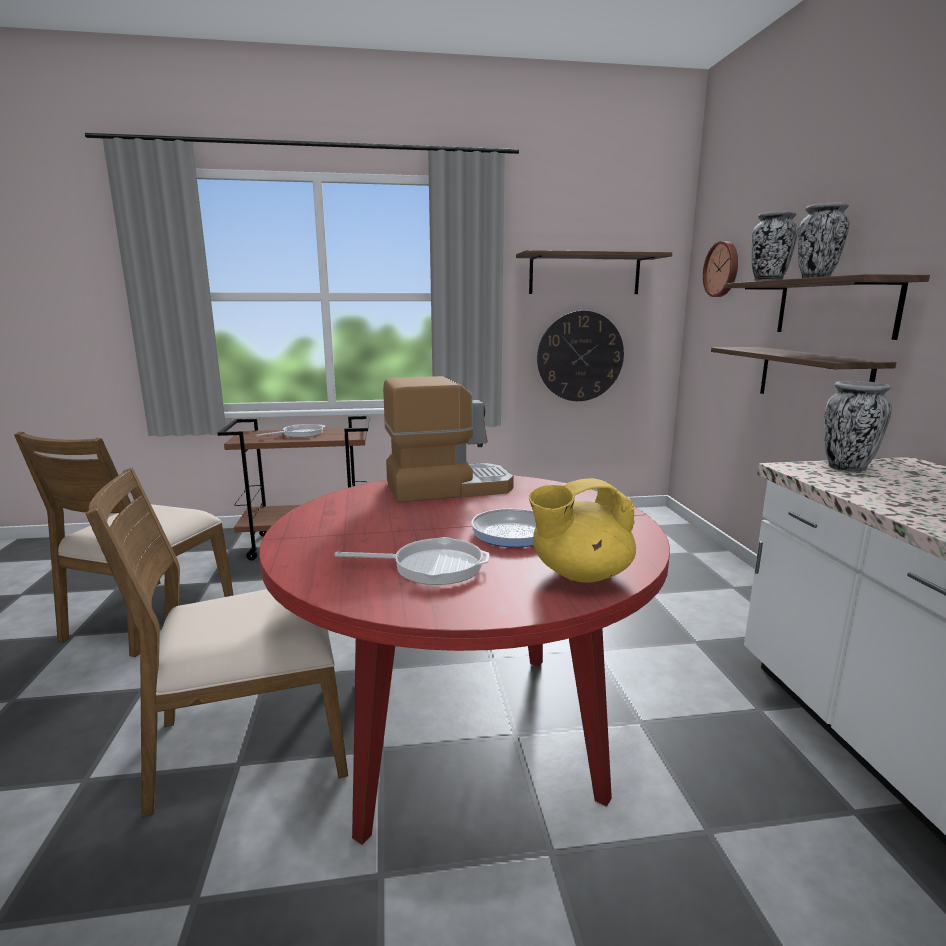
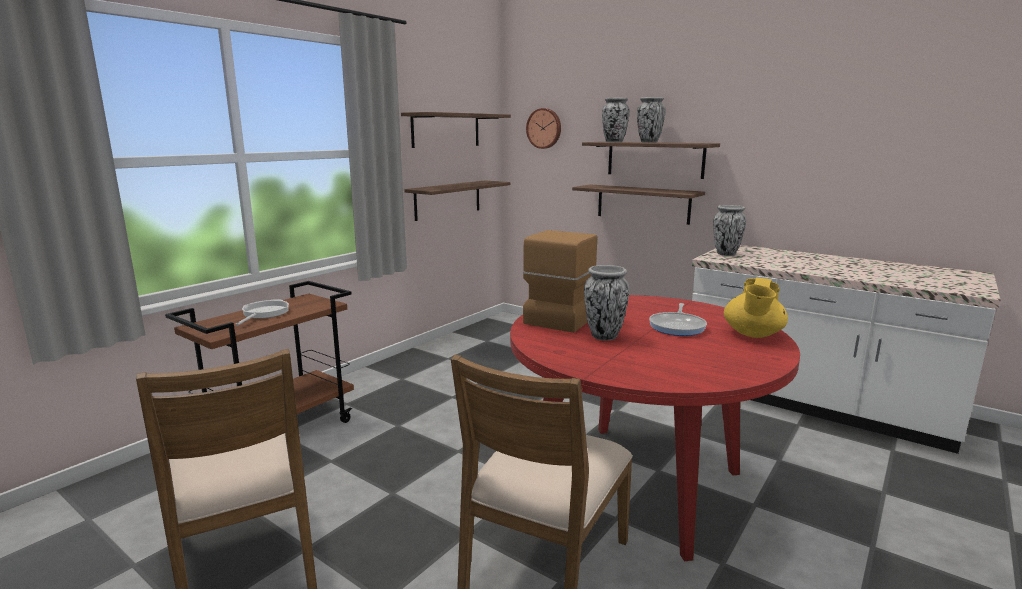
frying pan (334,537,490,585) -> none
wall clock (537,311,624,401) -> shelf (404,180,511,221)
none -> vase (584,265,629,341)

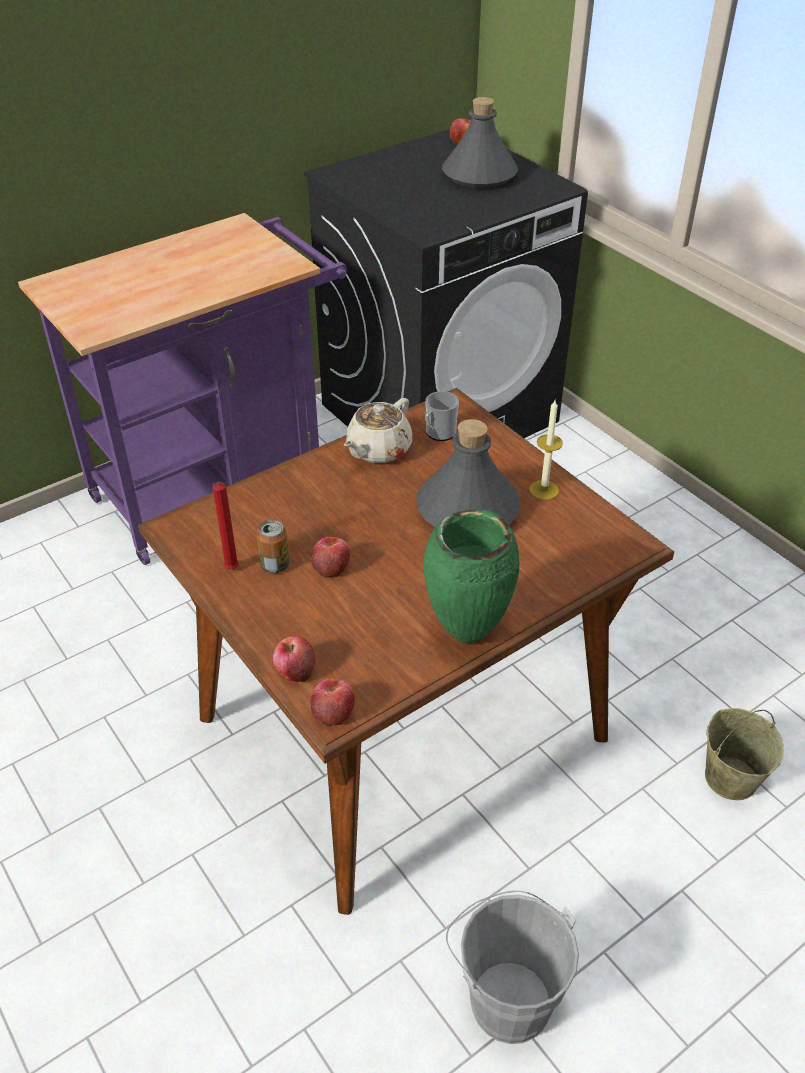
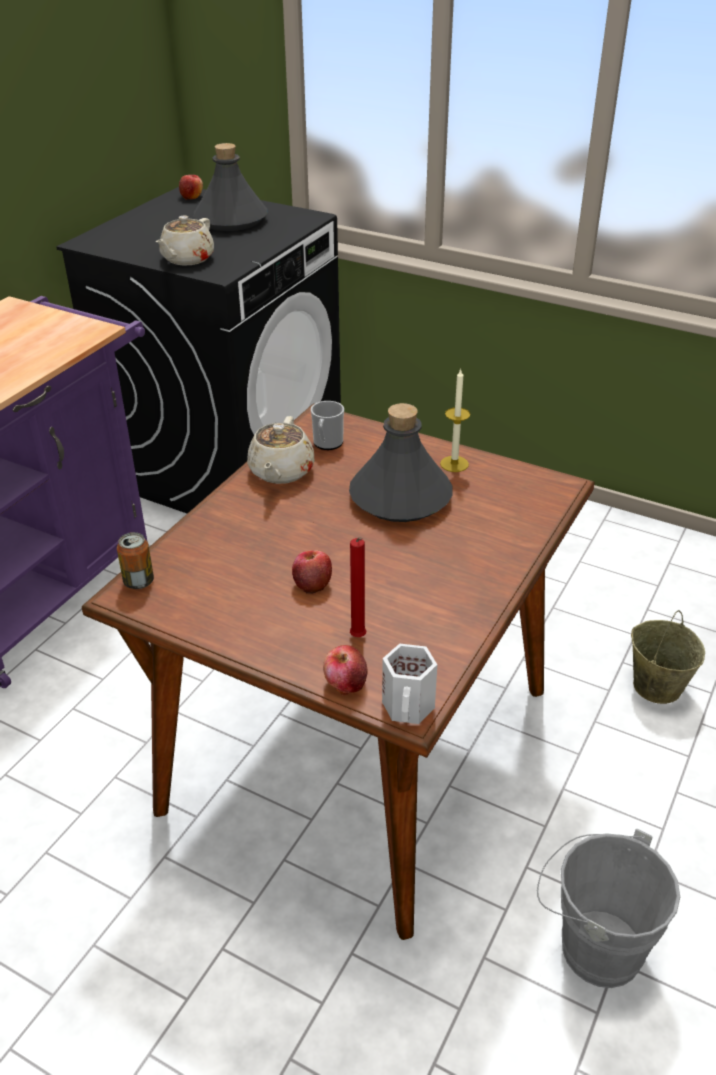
red candle (213,482,239,569) -> red candle (350,537,366,637), moved
can (257,520,289,573) -> can (117,532,154,589), moved
apple (310,679,355,726) -> white mug (382,643,437,724)
green vase (423,509,519,643) -> none
none -> beige teapot (156,216,214,266)

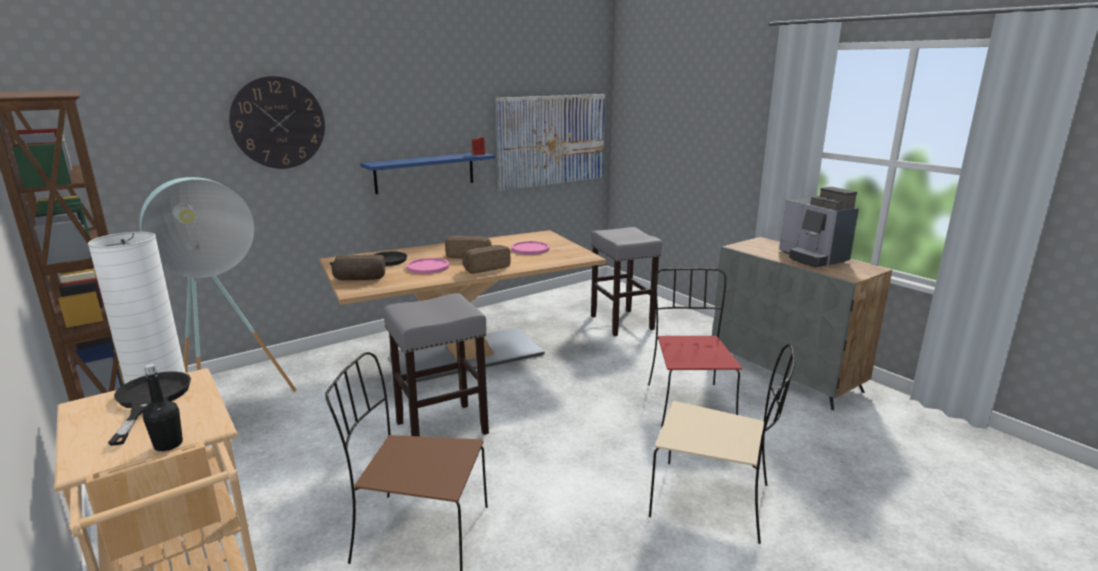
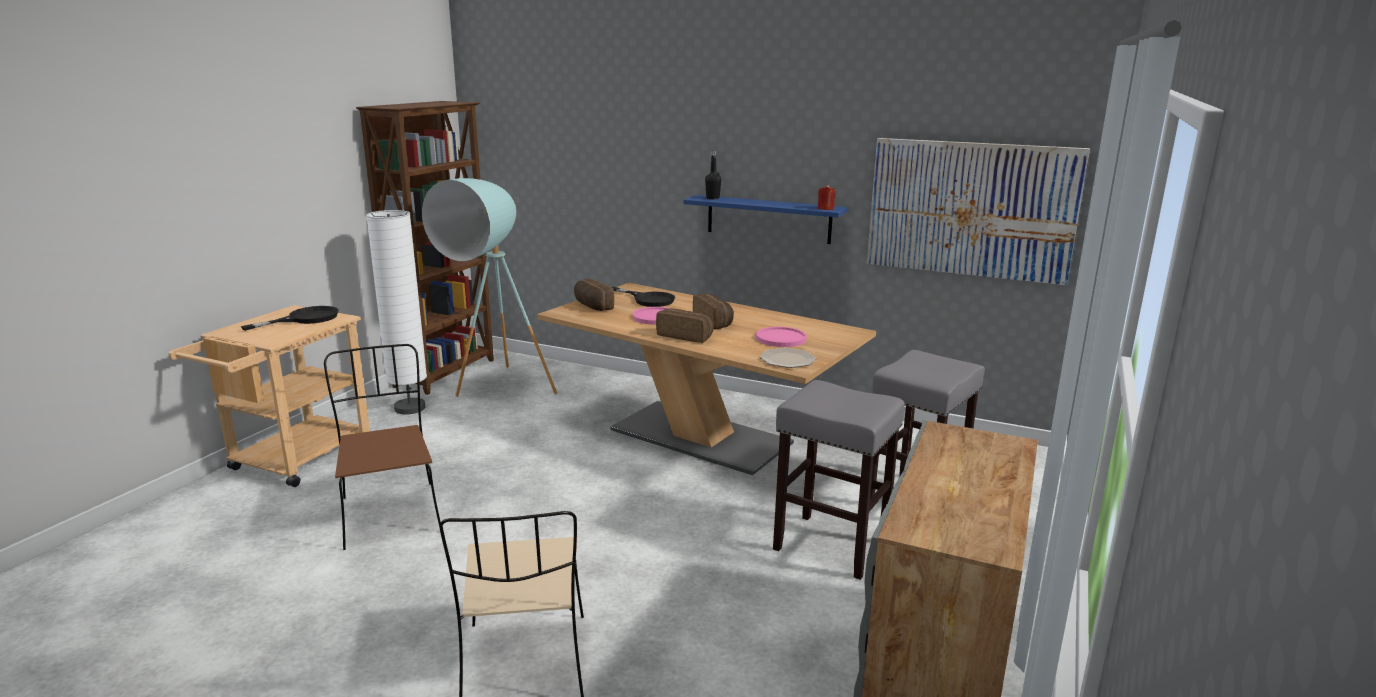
black bottle (143,363,183,451) -> black bottle (705,151,721,200), moved
wall clock (229,76,325,169) -> none
grey stool (383,293,489,436) -> grey stool (773,380,905,580), moved
red chair (648,268,742,428) -> none
coffee machine (779,187,859,268) -> none
none -> plate (759,348,816,368)

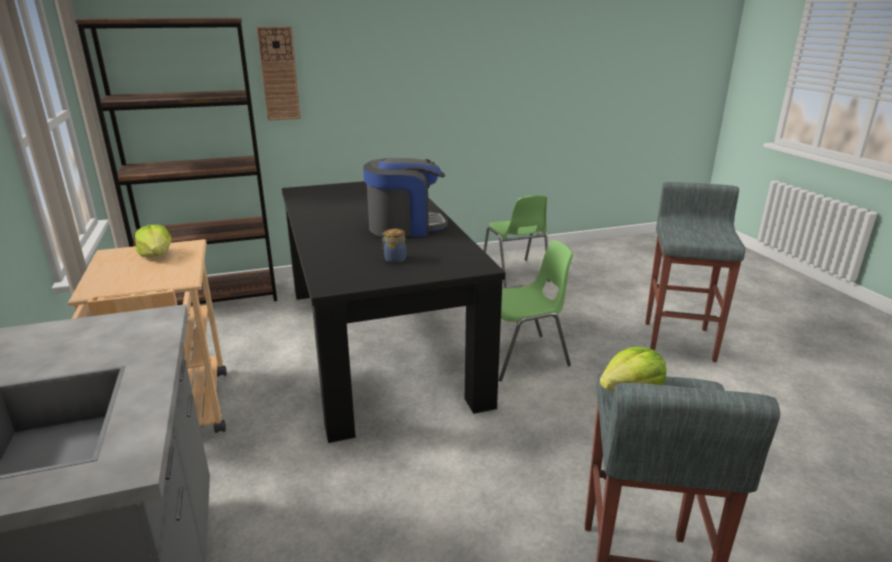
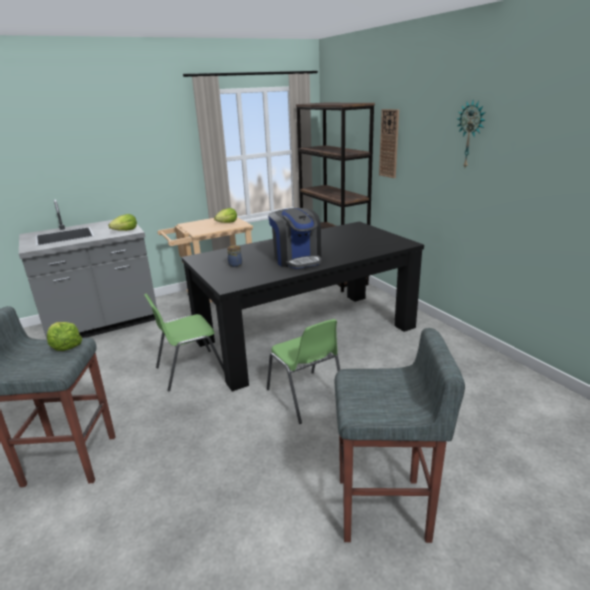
green chair (483,195,550,288) -> green chair (144,294,224,392), moved
none -> lettuce (108,214,137,231)
none -> wall clock (457,101,486,168)

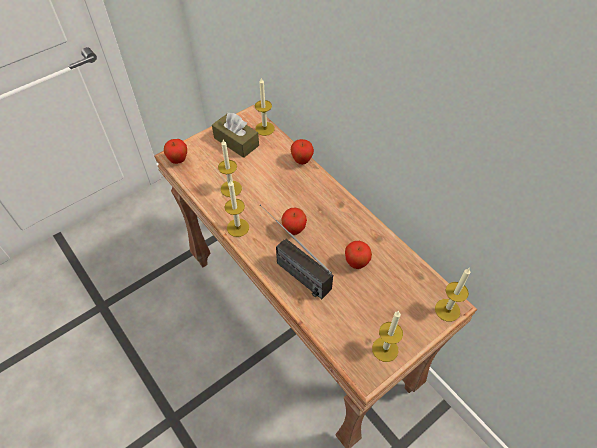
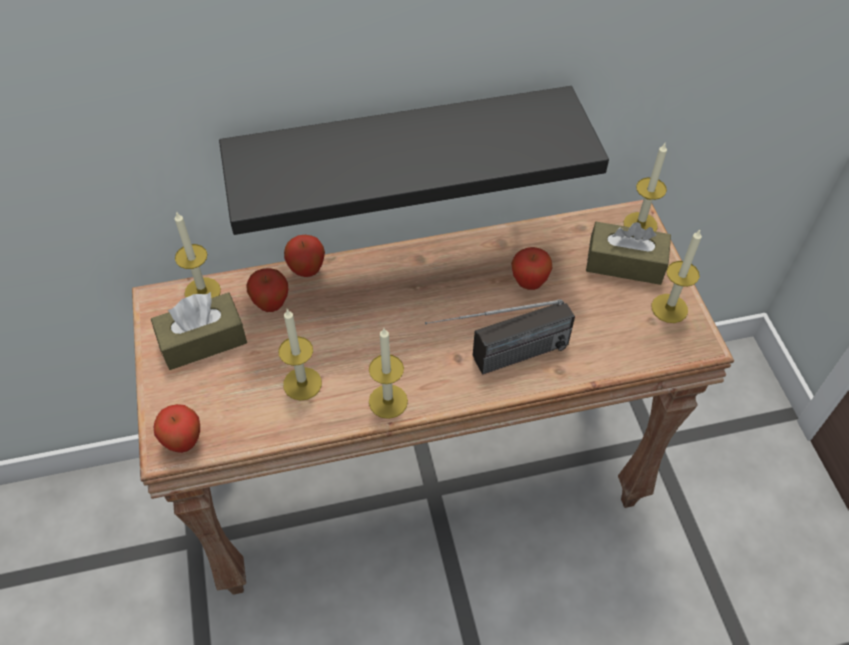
apple (281,208,307,235) -> apple (246,268,288,312), moved
none -> black shelf (219,86,609,235)
none -> brown tissue box (586,222,671,285)

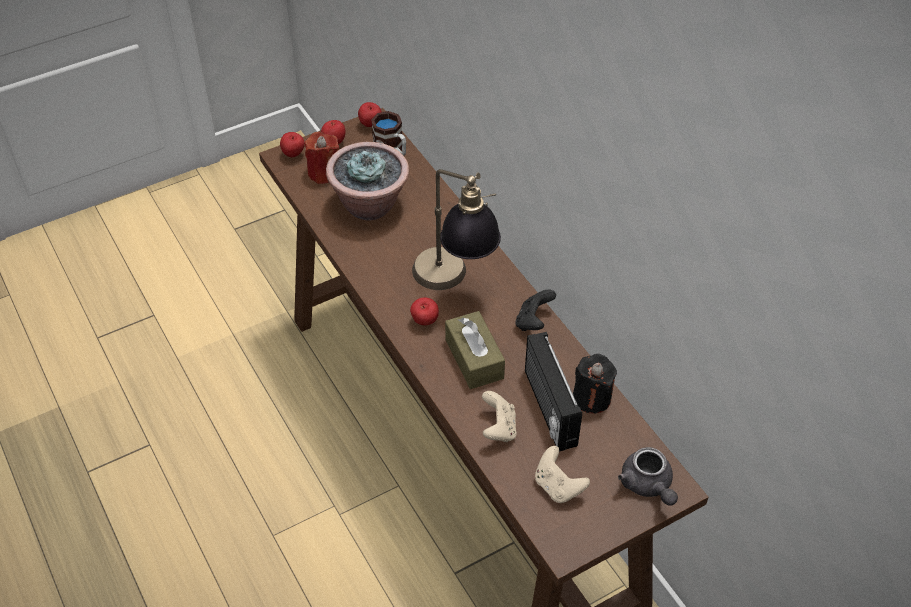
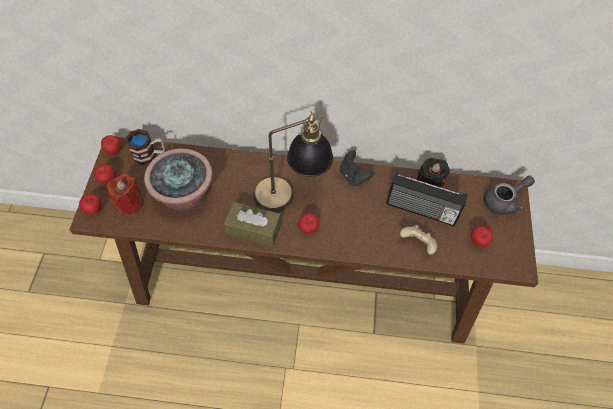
brown tissue box (445,311,505,389) -> brown tissue box (224,202,281,247), moved
beige game controller (535,446,590,503) -> apple (471,226,493,247)
grey teapot (618,447,678,505) -> grey teapot (484,176,535,215), 45 degrees counterclockwise

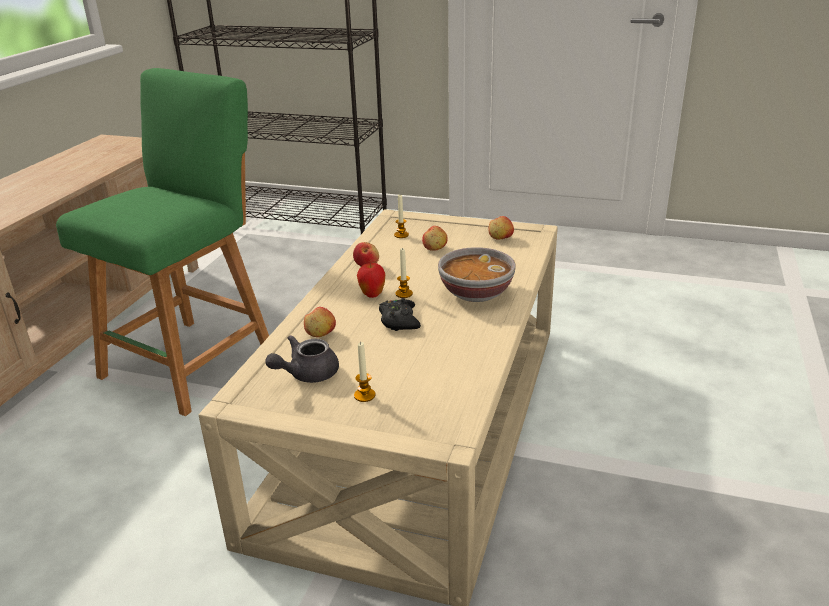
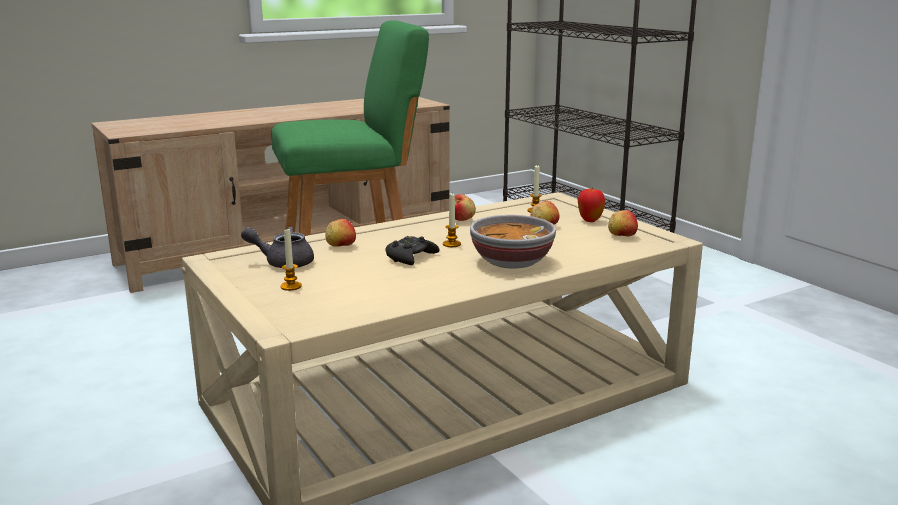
apple (357,263,385,298) -> apple (578,189,605,222), moved

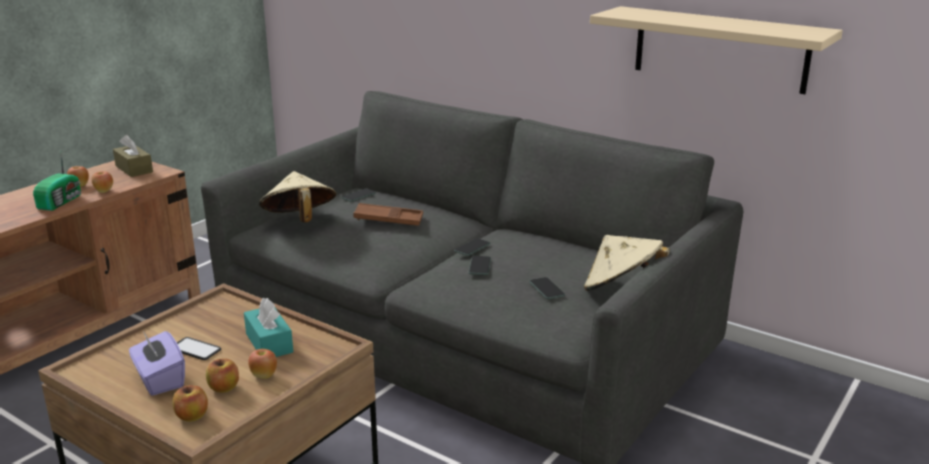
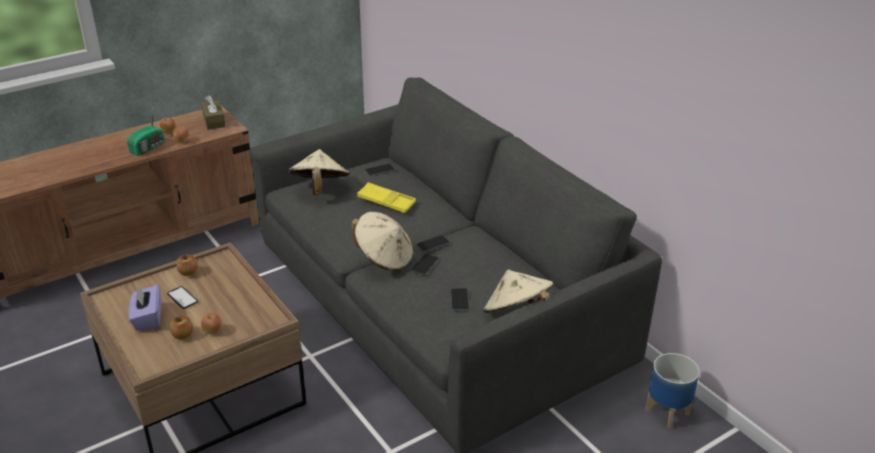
apple (173,385,208,422) -> apple (176,254,198,276), moved
turquoise tissue box (244,298,293,357) -> none
brown tray (353,203,423,226) -> yellow tray (357,182,416,213)
beige shelf (590,6,843,94) -> none
none -> beige hat (352,212,413,271)
none -> planter (645,353,700,428)

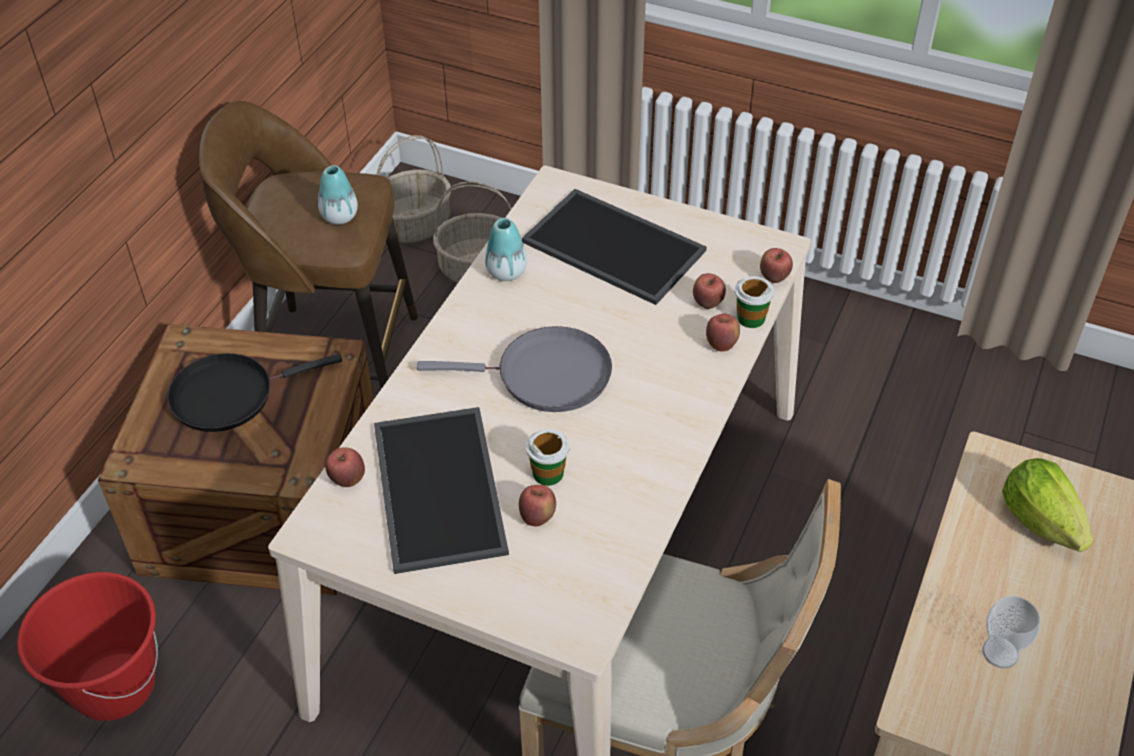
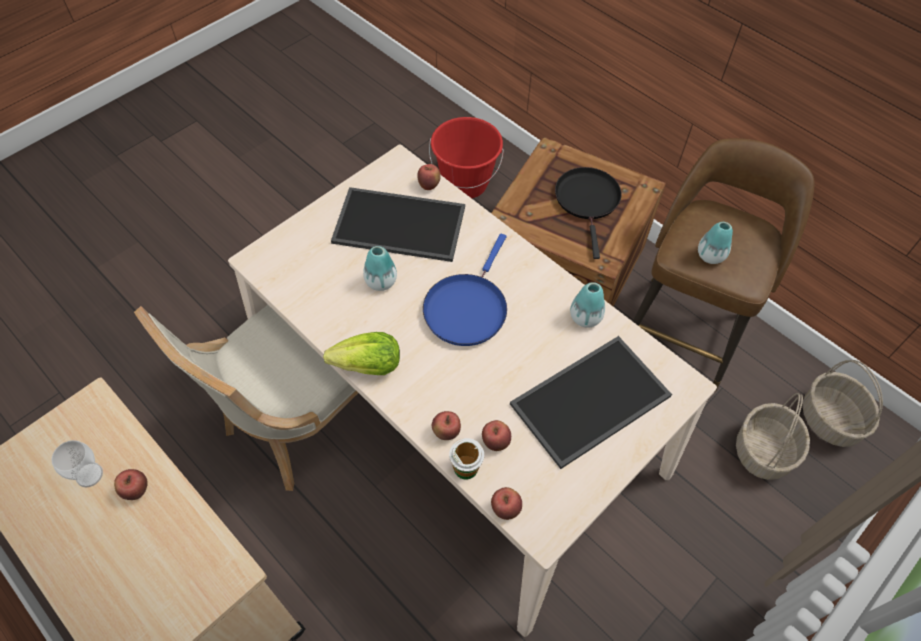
grey frying pan (417,326,612,412) -> blue frying pan (423,234,507,346)
apple (519,485,556,526) -> apple (114,469,148,500), moved
cup (526,429,570,486) -> vase (363,246,397,291)
lettuce (1002,458,1093,552) -> lettuce (323,332,400,375), moved

